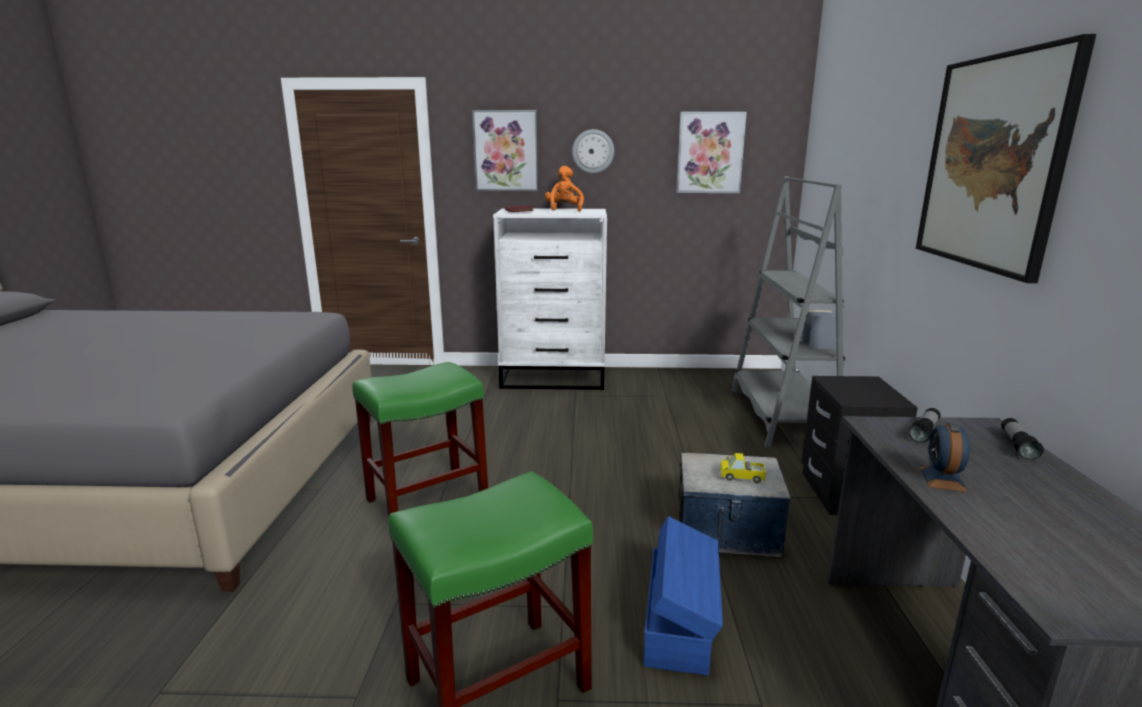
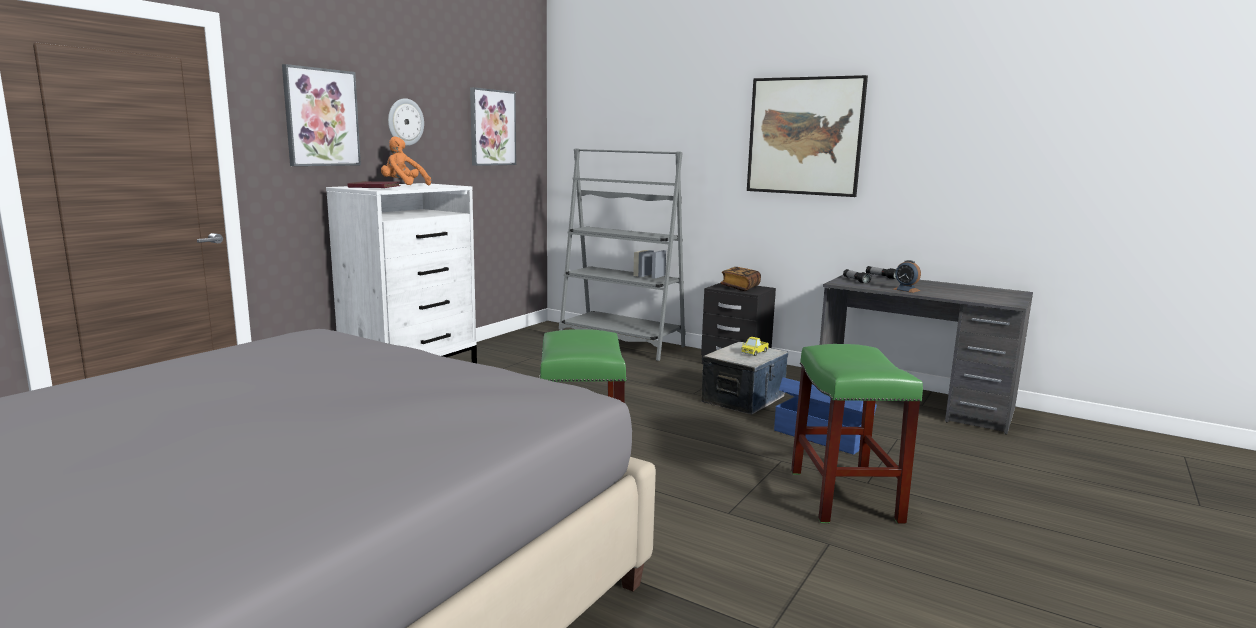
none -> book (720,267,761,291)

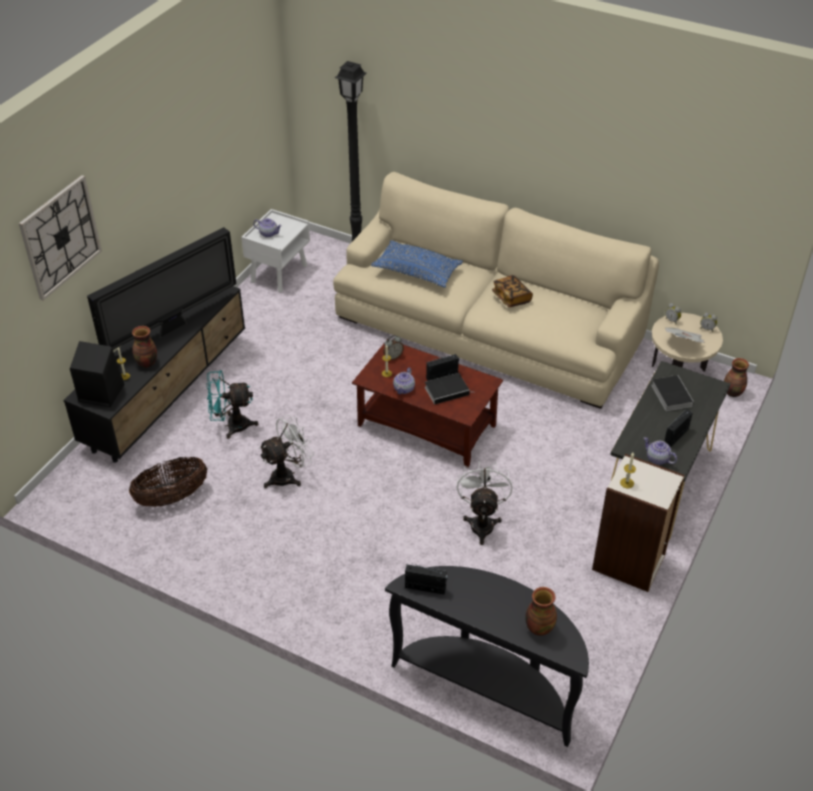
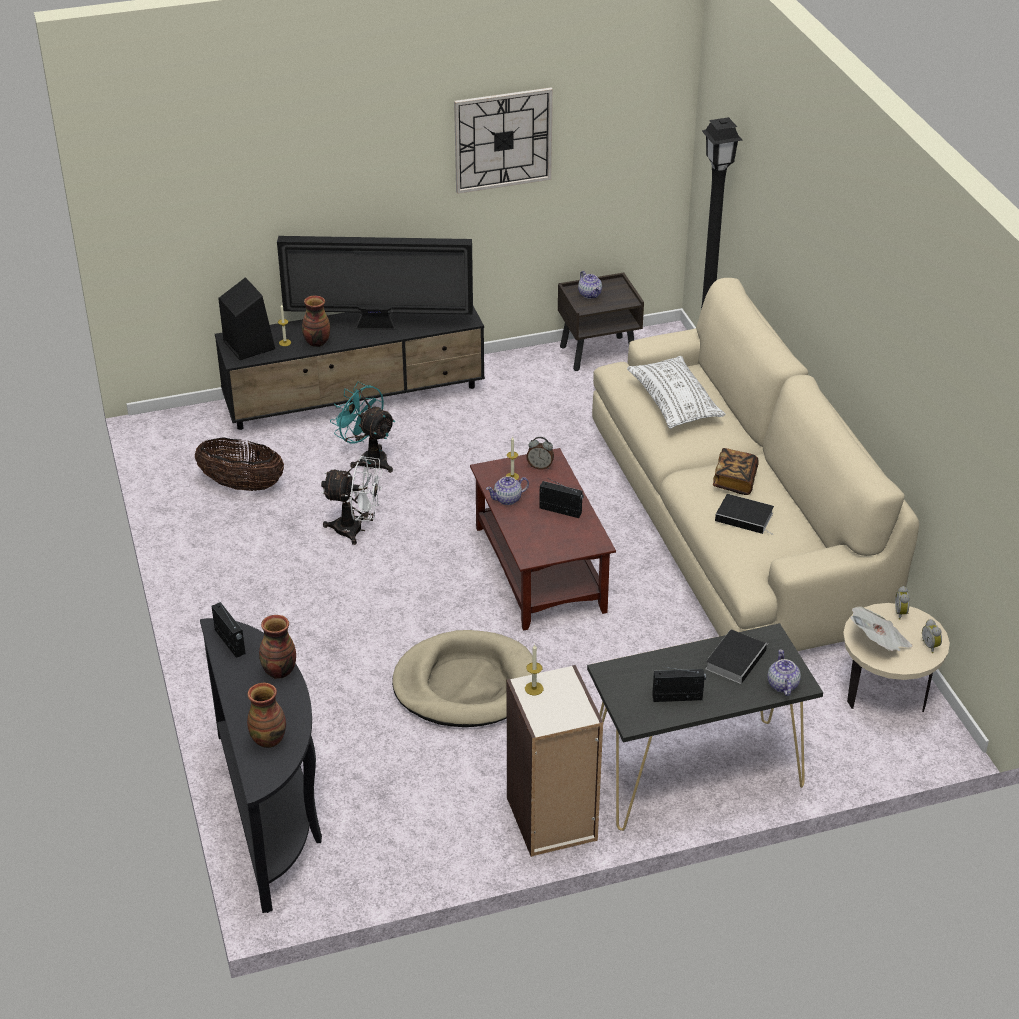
wall clock (19,175,102,300) -> wall clock (454,88,553,194), moved
white nightstand (241,209,310,292) -> brown nightstand (558,273,644,371)
blue pillow (371,240,463,288) -> white pillow (627,356,725,429)
book (425,373,474,405) -> book (715,494,774,535), moved
white fan (457,461,512,545) -> beige dog bed (392,630,533,727)
teapot (644,437,677,465) -> teapot (768,649,801,696), moved
vase (724,358,749,397) -> vase (259,615,296,679), moved

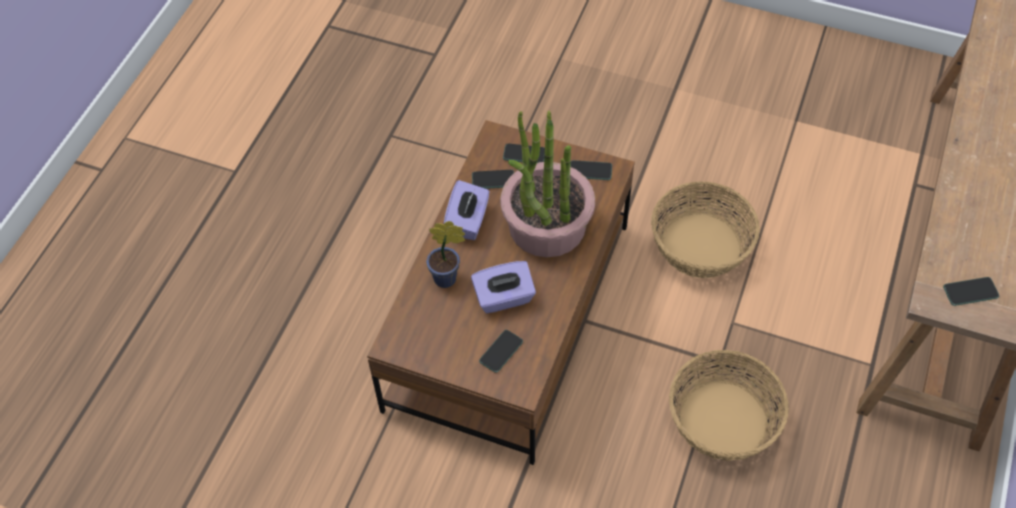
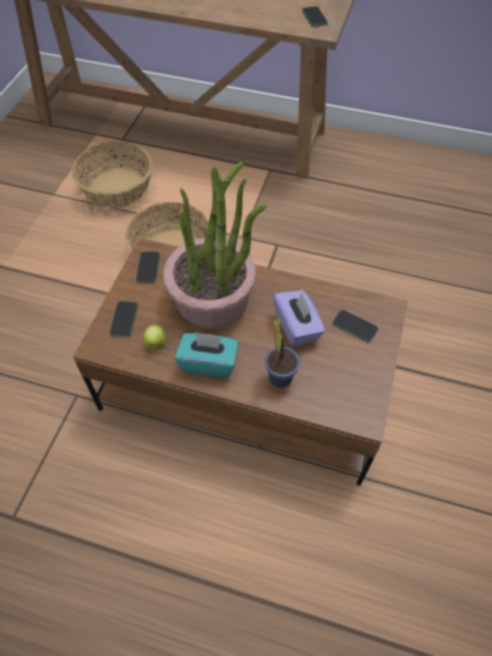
purple tissue box (443,180,490,240) -> turquoise tissue box (175,332,239,378)
phone (472,170,514,189) -> apple (143,325,166,350)
basket (669,350,789,461) -> basket (72,141,152,208), moved

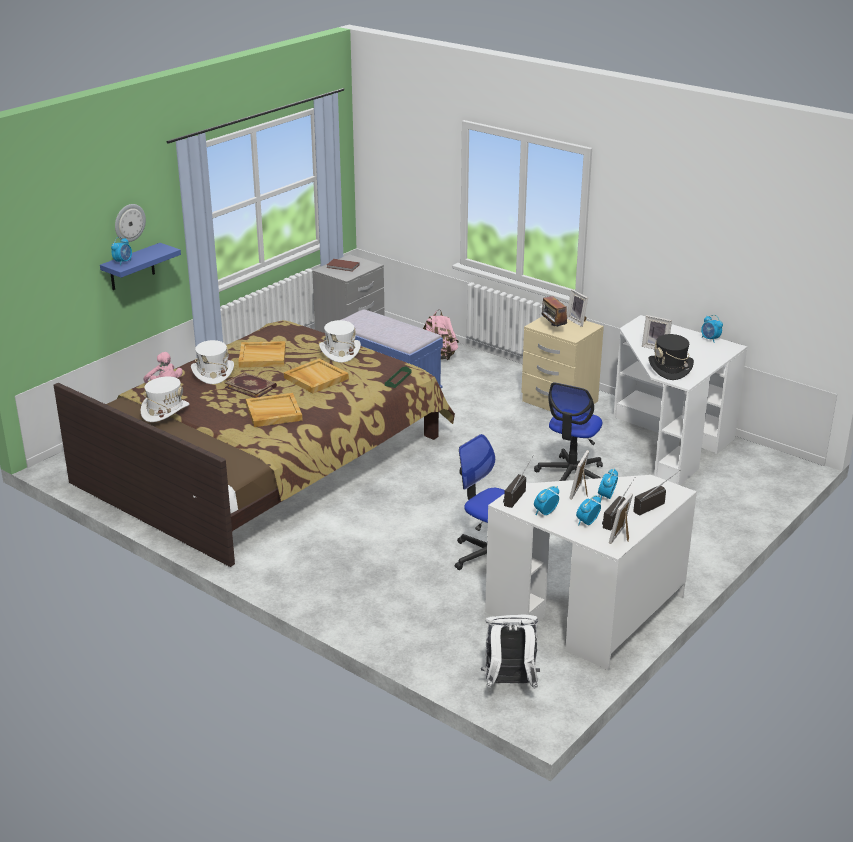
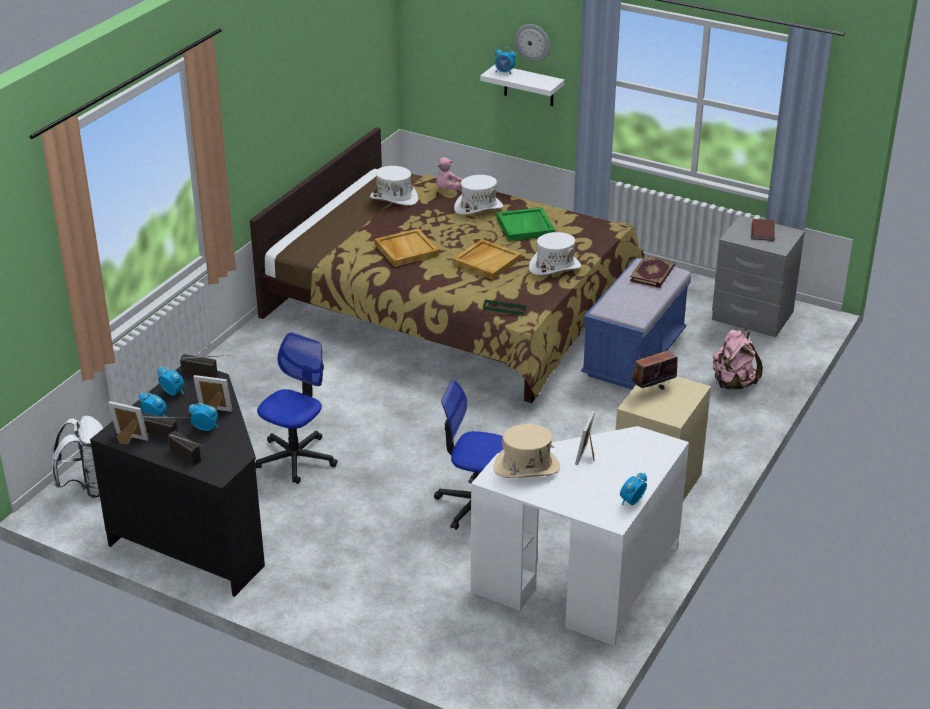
blue shelf (100,243,181,290) -> white shelf (480,65,565,106)
book (225,372,277,398) -> book (630,255,675,288), moved
beige tray (238,341,286,367) -> green tray (497,207,555,241)
white desk (485,475,697,670) -> black desk (90,366,265,597)
picture frame (567,289,588,327) -> none
black hat (648,334,694,380) -> beige hat (493,424,560,478)

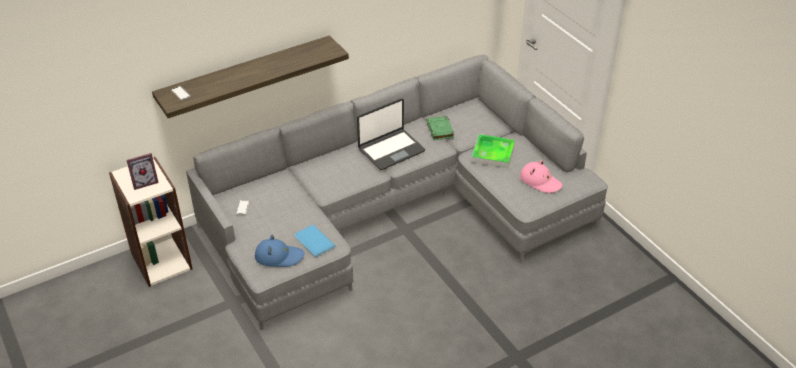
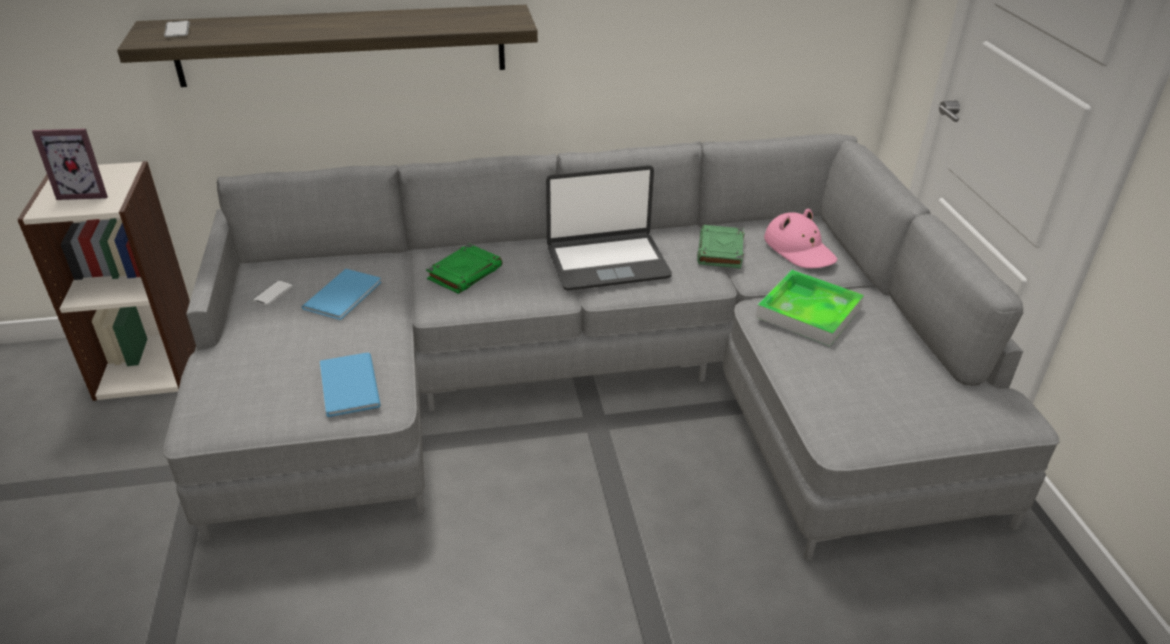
blue hat (255,235,304,267) -> none
pink hat (520,160,562,193) -> pink hat (764,209,837,268), moved
none -> blue book (302,269,381,320)
none -> green book (426,244,502,294)

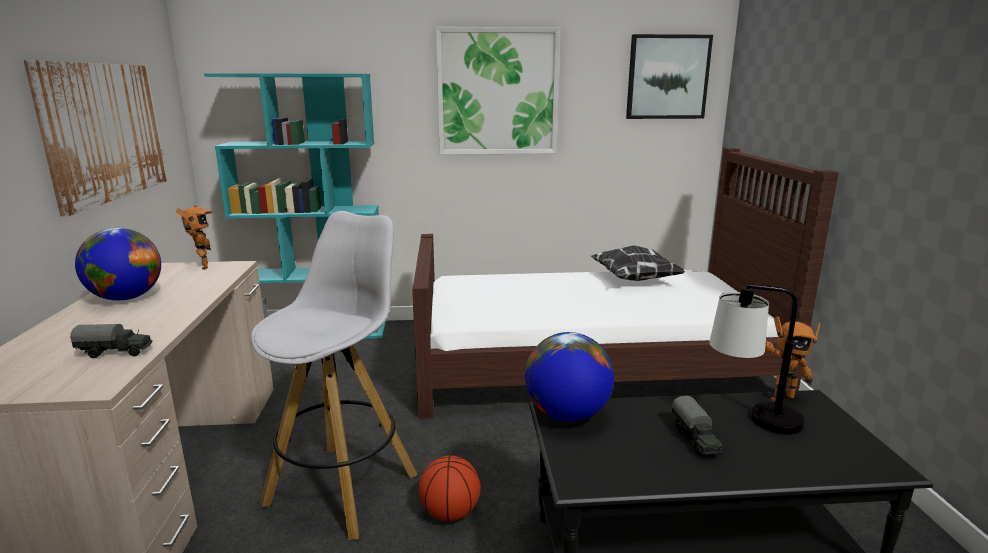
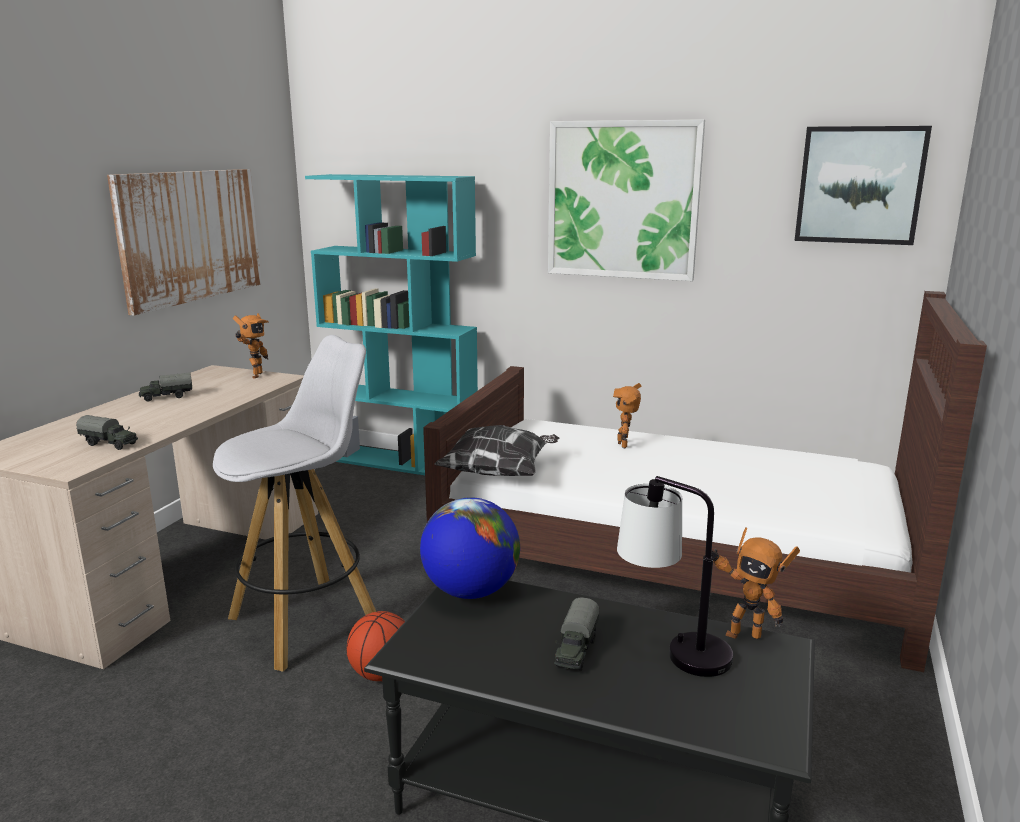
globe (75,228,161,301) -> toy truck (139,372,192,402)
pillow (591,246,685,281) -> pillow (434,425,559,476), moved
none -> toy robot (613,383,641,448)

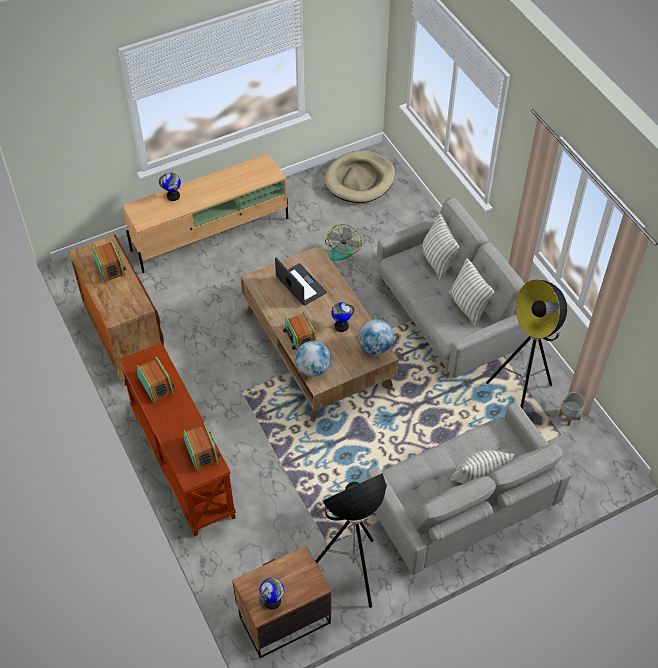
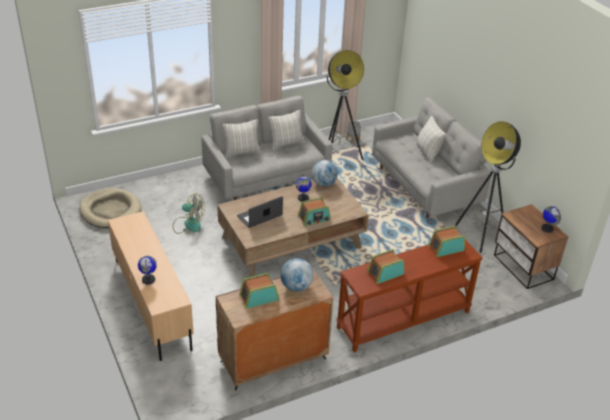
globe (295,341,331,376) -> globe (280,258,314,292), moved

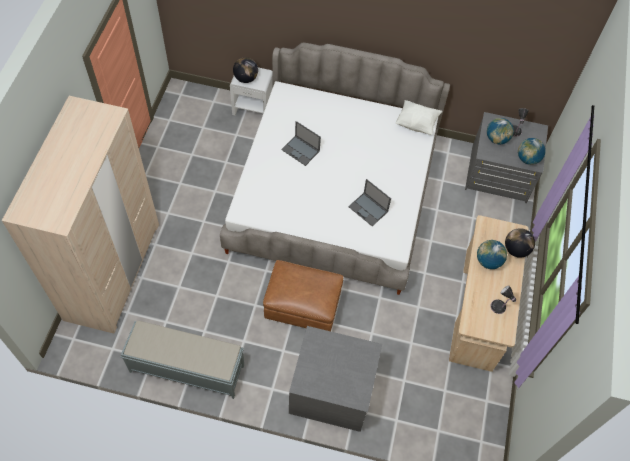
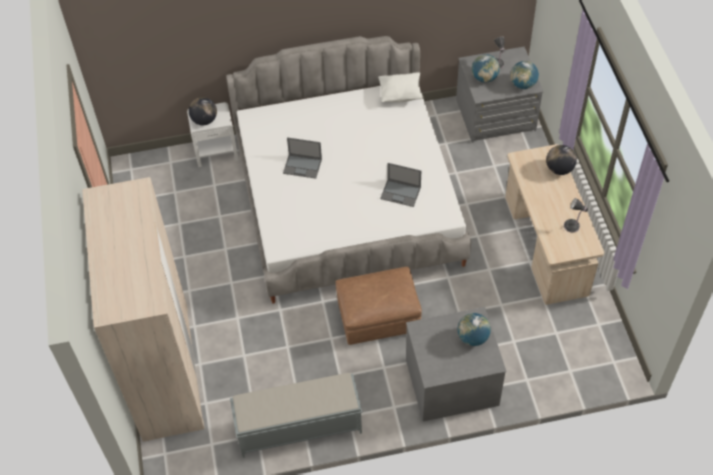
globe (477,240,507,269) -> globe (458,313,491,346), moved

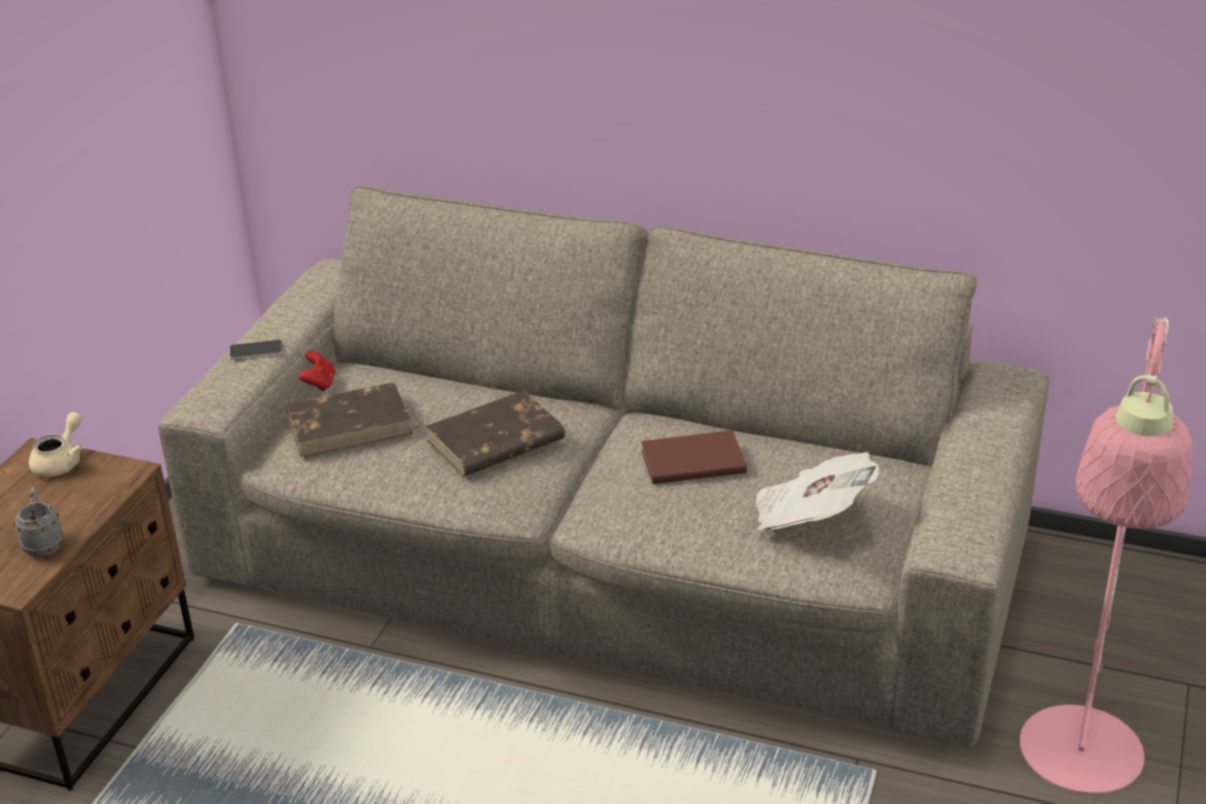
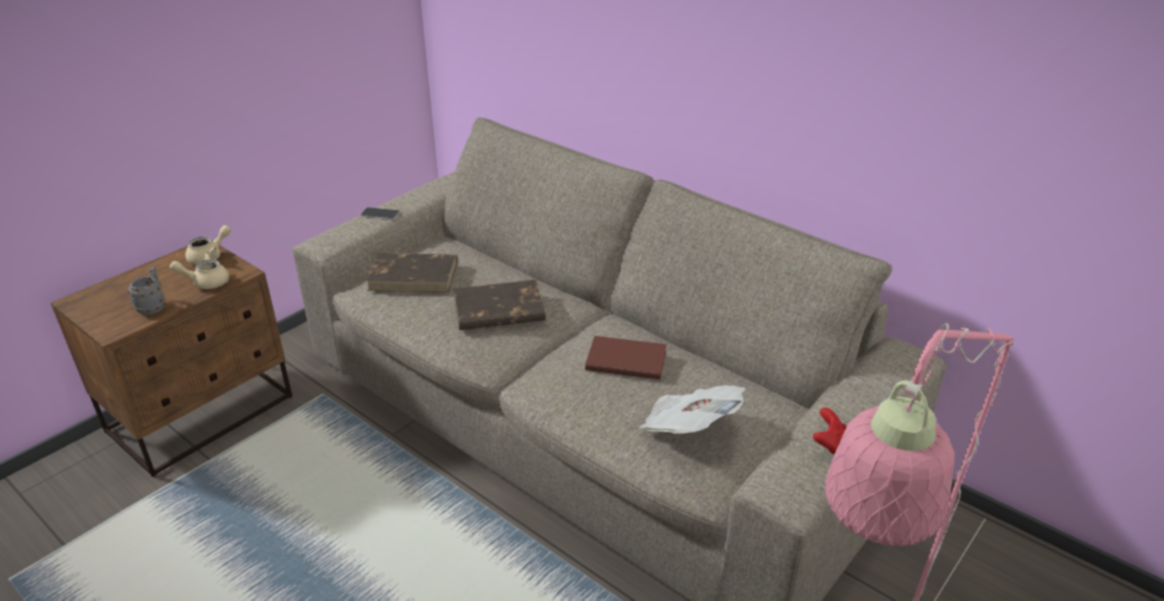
red game controller (299,351,335,392) -> red game controller (813,408,847,454), moved
none -> beige teapot (170,253,229,289)

